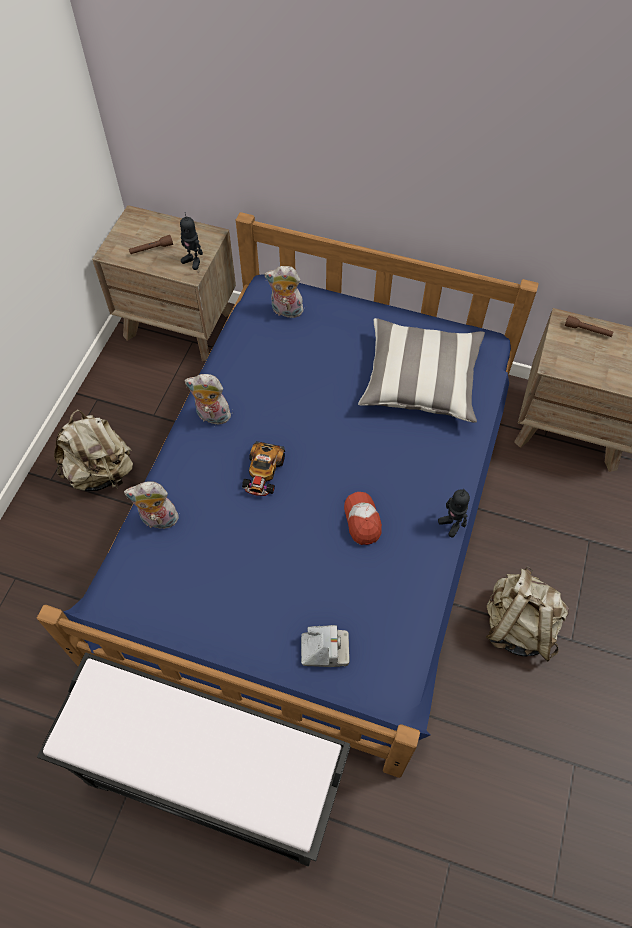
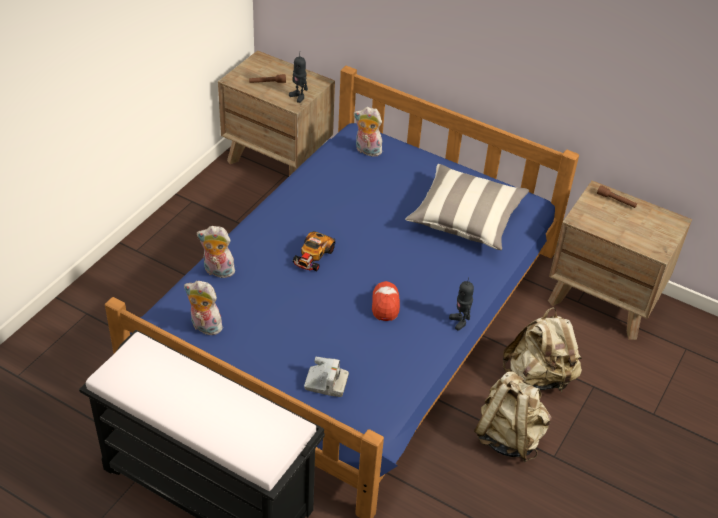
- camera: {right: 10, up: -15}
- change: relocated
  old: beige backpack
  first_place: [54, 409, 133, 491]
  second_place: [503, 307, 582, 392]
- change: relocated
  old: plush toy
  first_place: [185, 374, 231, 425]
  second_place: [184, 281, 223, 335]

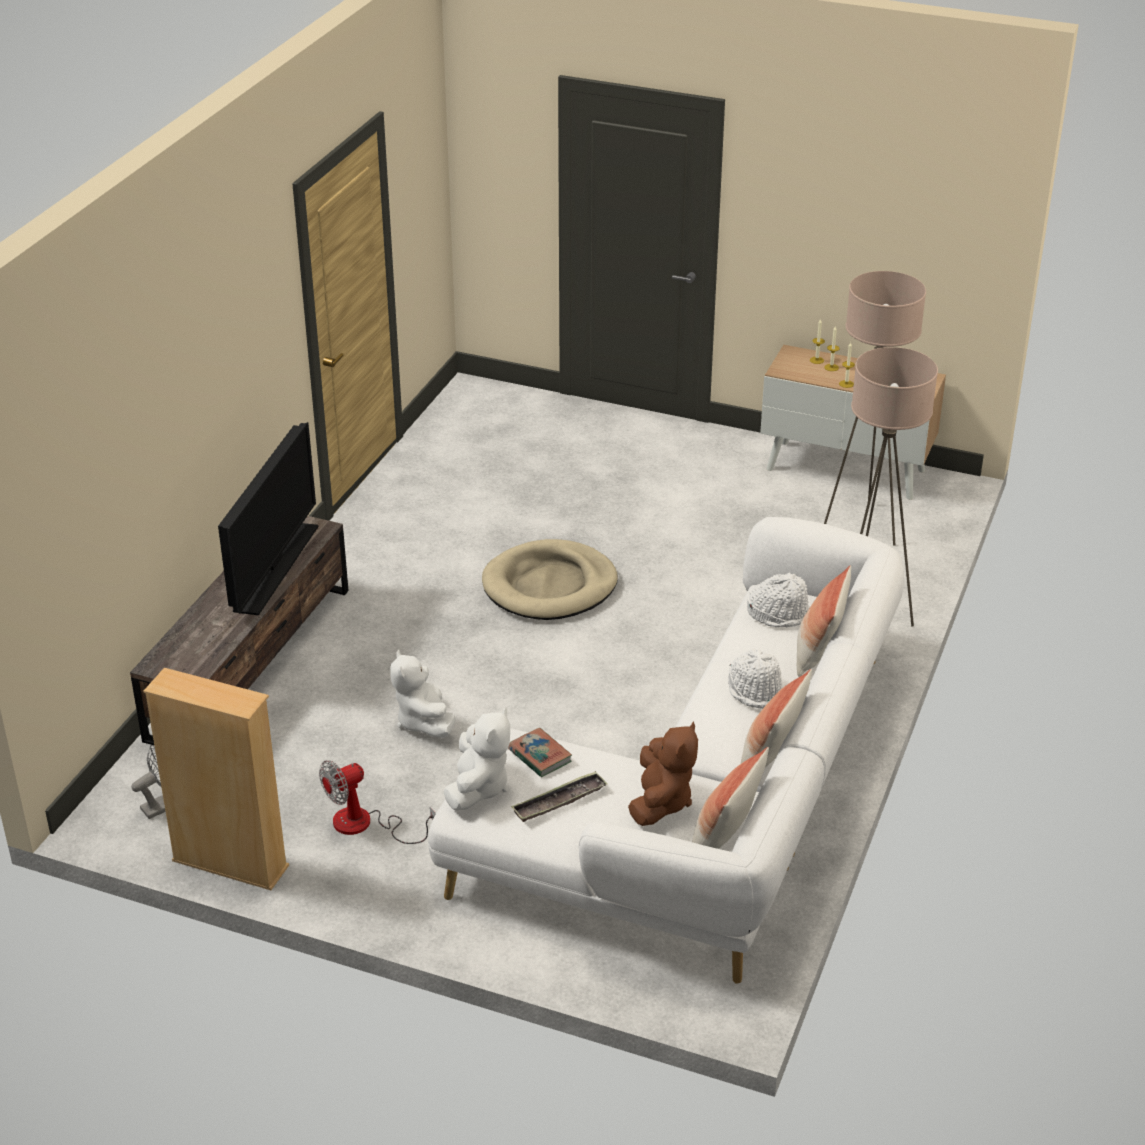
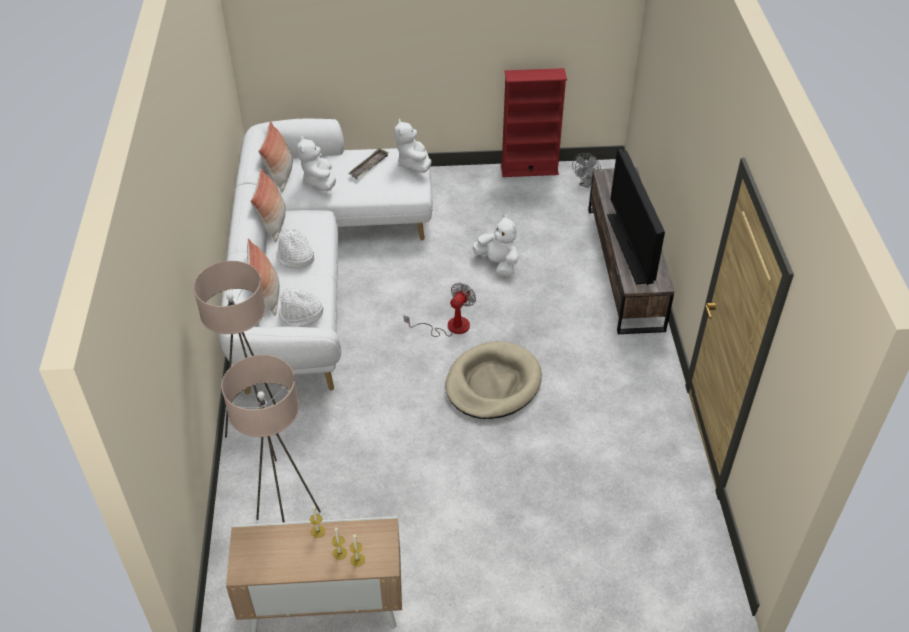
- camera: {right: 155, up: 10}
- change: missing
  old: book
  first_place: [508, 728, 572, 777]
- change: relocated
  old: fan
  first_place: [319, 760, 435, 844]
  second_place: [404, 283, 476, 337]
- change: colour
  old: beige bookcase
  new: red bookcase
  first_place: [143, 668, 289, 890]
  second_place: [501, 68, 567, 177]
- change: colour
  old: brown plush toy
  new: white plush toy
  first_place: [628, 721, 698, 826]
  second_place: [297, 136, 336, 191]

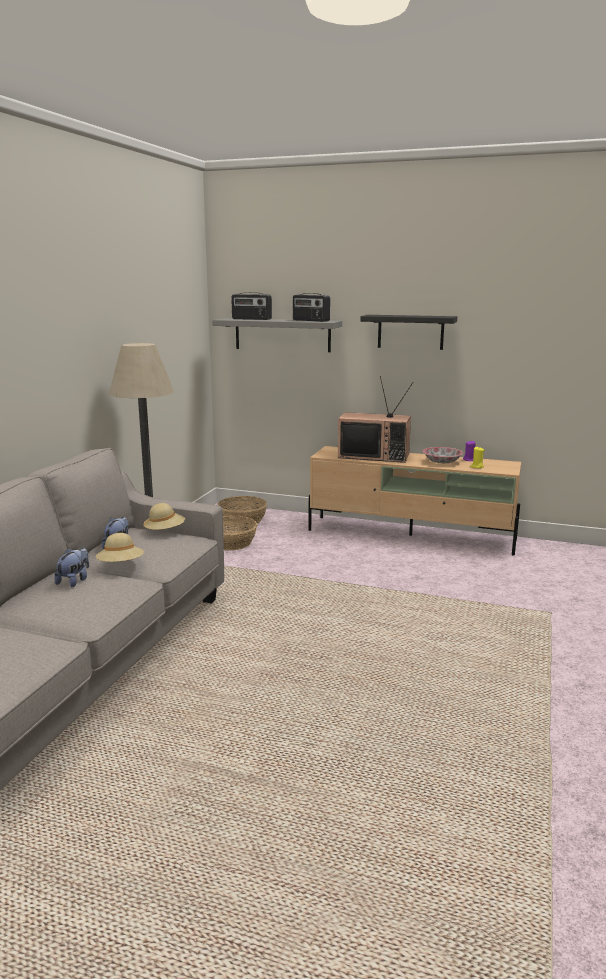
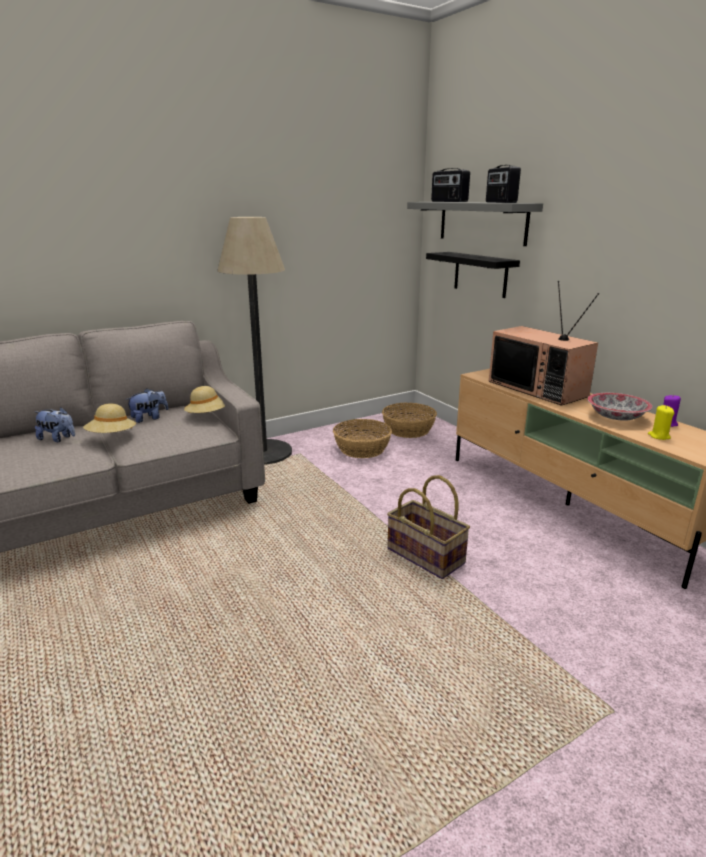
- camera: {right: 40, up: 5}
- change: appeared
  new: basket
  second_place: [387, 475, 470, 579]
- change: relocated
  old: black shelf
  first_place: [361, 315, 457, 350]
  second_place: [426, 252, 520, 298]
- change: spun
  old: plush toy
  first_place: [54, 548, 89, 587]
  second_place: [35, 407, 75, 442]
  degrees: 45

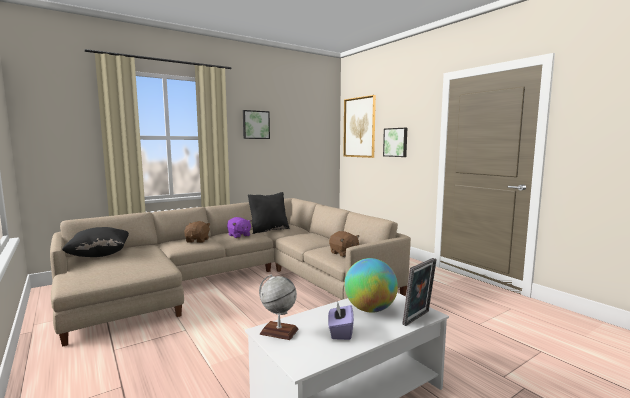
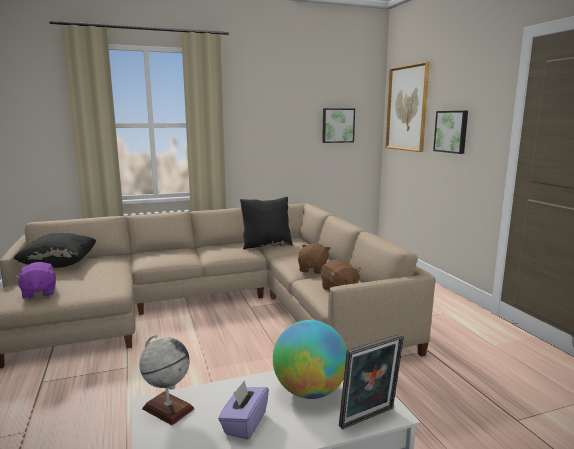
- camera: {right: 15, up: 5}
- change: relocated
  old: brown plush toy
  first_place: [184, 221, 210, 243]
  second_place: [298, 243, 331, 274]
- change: relocated
  old: purple plush toy
  first_place: [227, 217, 252, 238]
  second_place: [14, 262, 56, 299]
- change: relocated
  old: picture
  first_place: [243, 110, 270, 139]
  second_place: [322, 108, 355, 143]

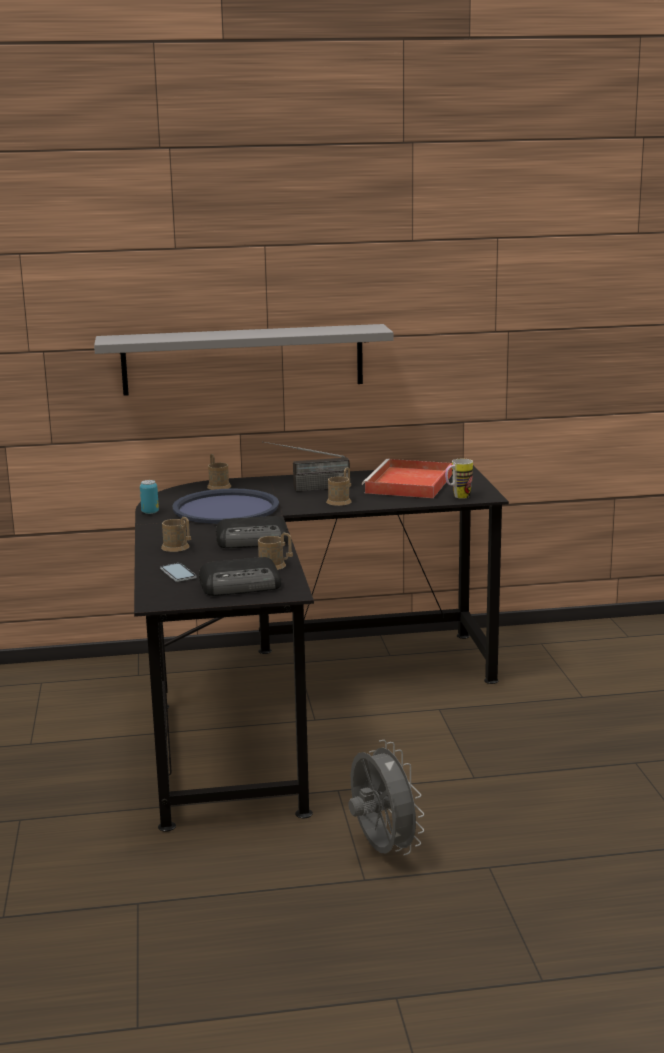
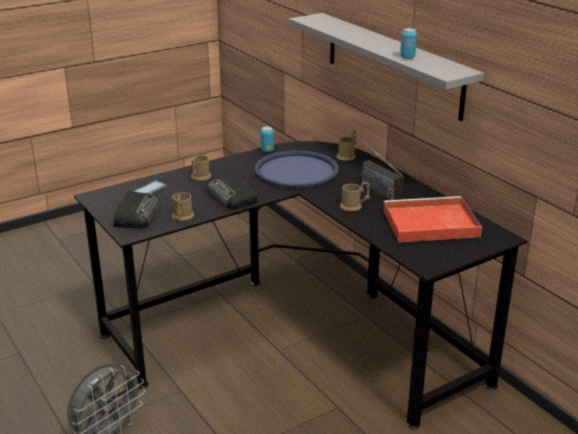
- camera: {right: 65, up: 10}
- change: missing
  old: mug
  first_place: [445, 459, 473, 499]
- change: appeared
  new: can
  second_place: [400, 28, 417, 59]
- change: spun
  old: radio
  first_place: [199, 557, 281, 596]
  second_place: [114, 191, 160, 228]
  degrees: -135

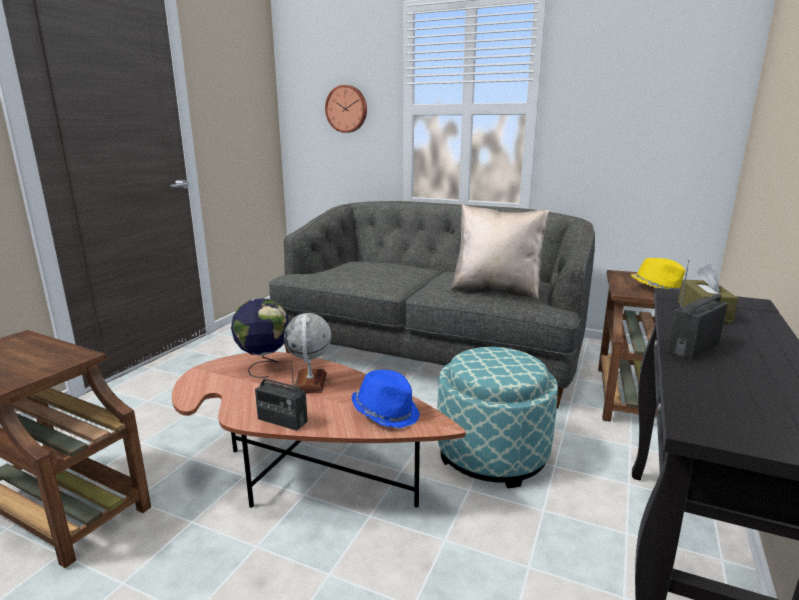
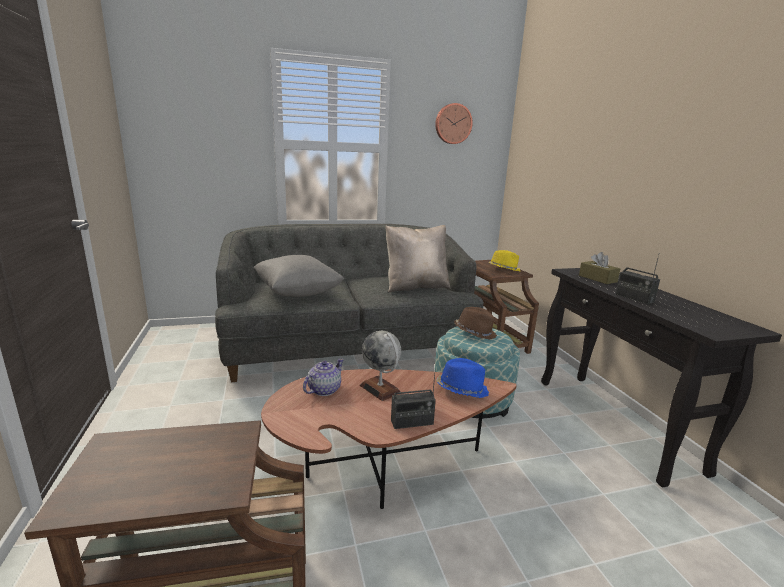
- camera: {right: -40, up: 0}
- change: appeared
  new: grey pillow
  second_place: [254, 255, 344, 297]
- change: appeared
  new: brown hat
  second_place: [454, 307, 497, 340]
- change: relocated
  old: wall clock
  first_place: [325, 85, 367, 133]
  second_place: [435, 103, 473, 144]
- change: exchanged
  old: globe
  new: teapot
  first_place: [231, 299, 289, 378]
  second_place: [303, 358, 344, 396]
- change: spun
  old: radio
  first_place: [667, 260, 727, 360]
  second_place: [615, 255, 660, 304]
  degrees: -45

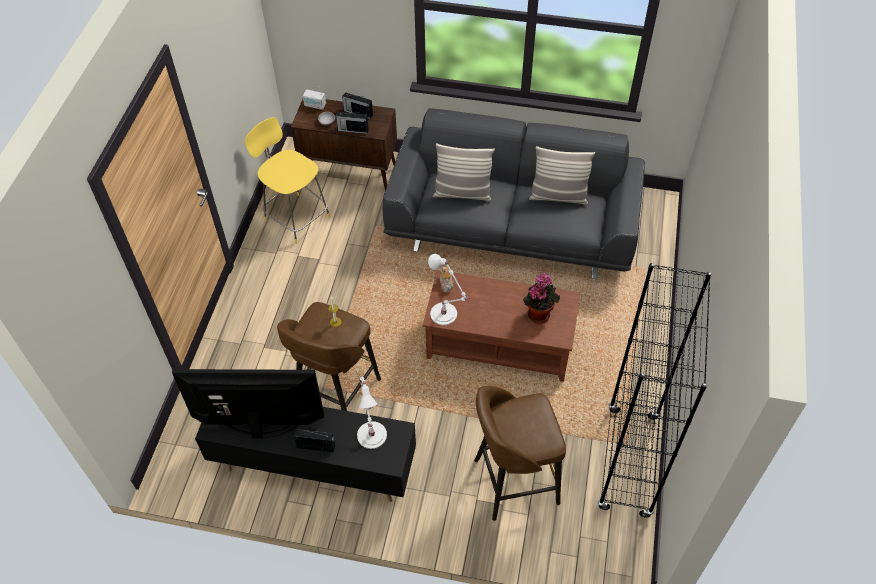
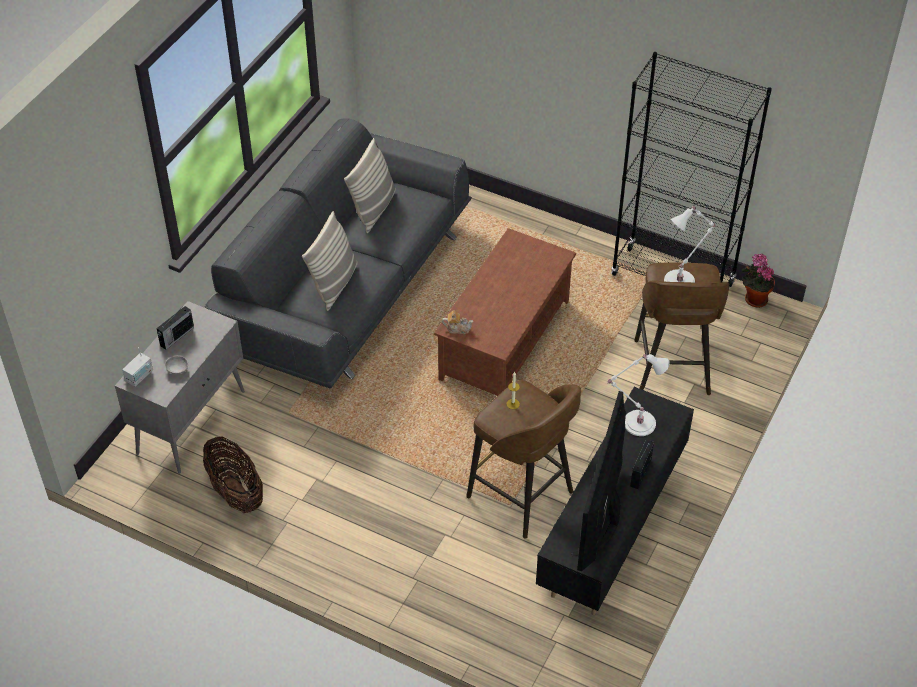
- camera: {right: -75, up: -5}
- change: missing
  old: radio
  first_place: [335, 112, 369, 134]
- change: relocated
  old: white table lamp
  first_place: [428, 254, 469, 325]
  second_place: [664, 205, 715, 282]
- change: relocated
  old: potted plant
  first_place: [523, 273, 560, 324]
  second_place: [742, 254, 775, 308]
- change: exchanged
  old: yellow stool
  new: basket
  first_place: [245, 117, 330, 244]
  second_place: [203, 436, 263, 513]
- change: colour
  old: brown cabinet
  new: grey cabinet
  first_place: [291, 99, 397, 191]
  second_place: [115, 301, 245, 474]

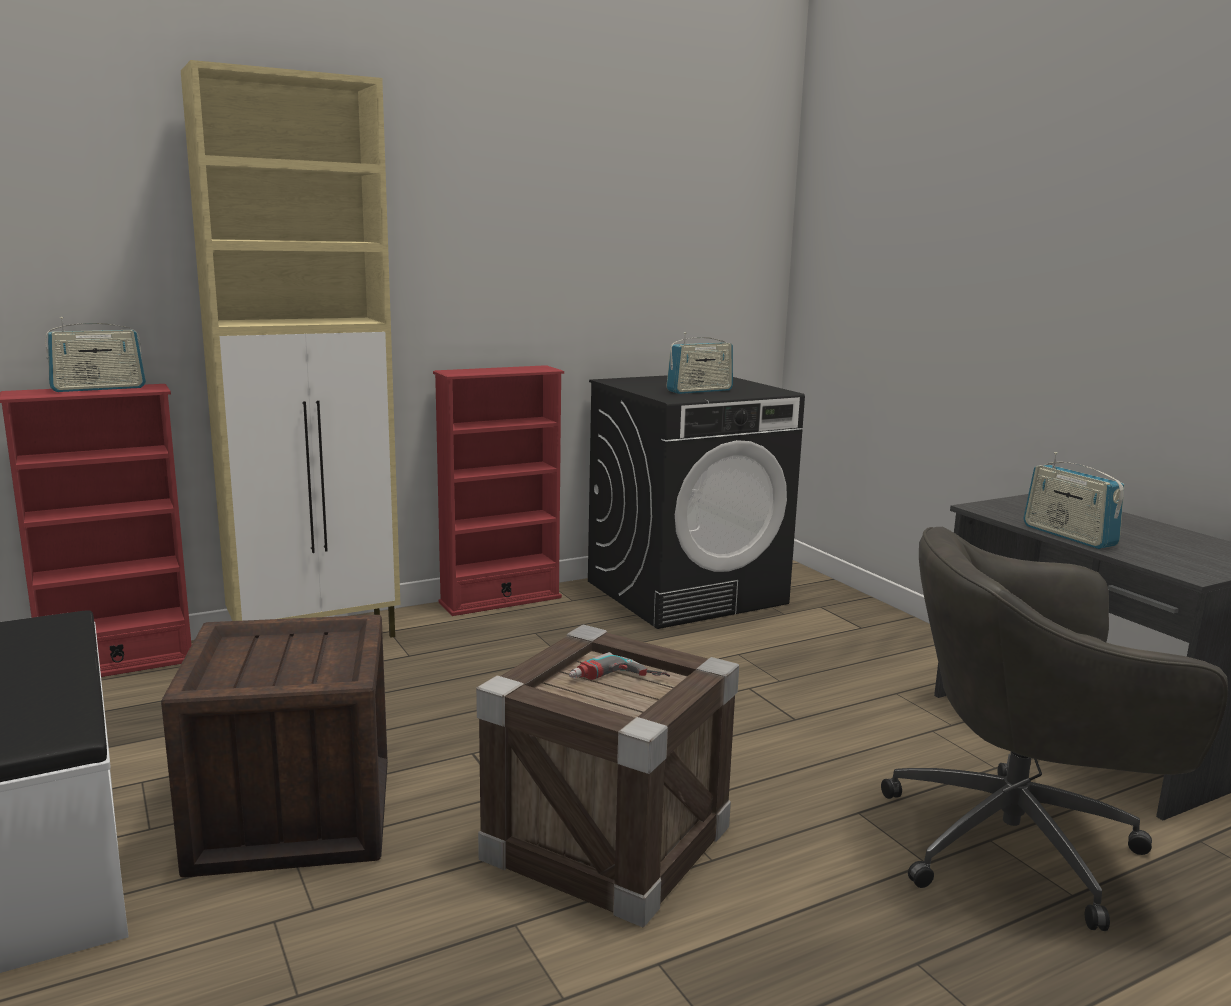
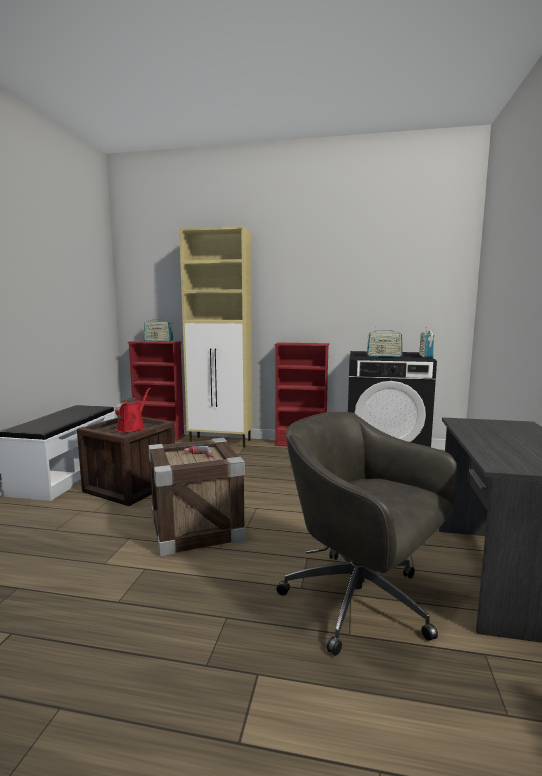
- camera: {right: 40, up: -5}
- change: appeared
  new: red watering can
  second_place: [115, 388, 151, 433]
- change: relocated
  old: radio
  first_place: [1024, 452, 1125, 549]
  second_place: [419, 327, 435, 358]

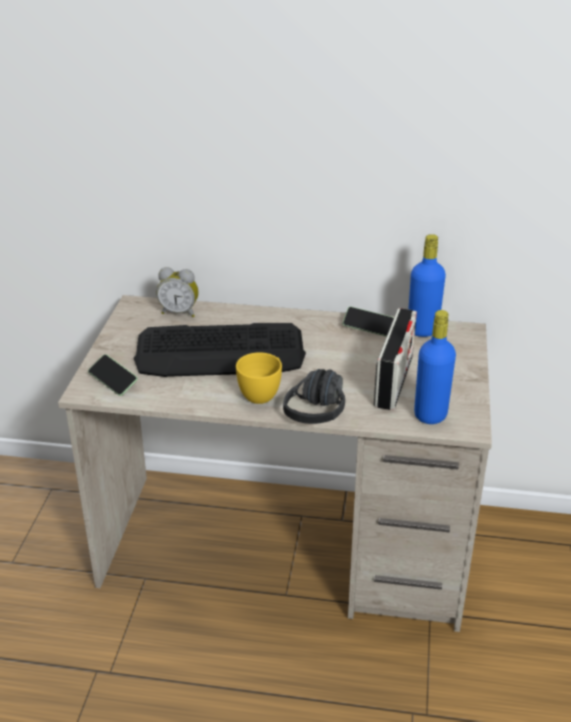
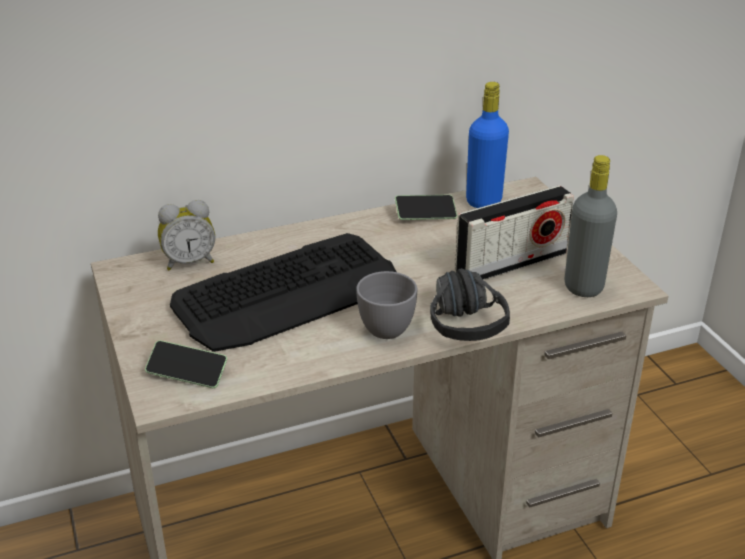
- camera: {right: -30, up: 0}
- change: colour
  old: yellow cup
  new: grey cup
  first_place: [236, 352, 282, 404]
  second_place: [356, 271, 417, 339]
- change: colour
  old: blue bottle
  new: grey bottle
  first_place: [414, 310, 456, 424]
  second_place: [565, 155, 617, 297]
- change: spun
  old: radio
  first_place: [374, 308, 417, 410]
  second_place: [455, 186, 574, 280]
  degrees: 75

